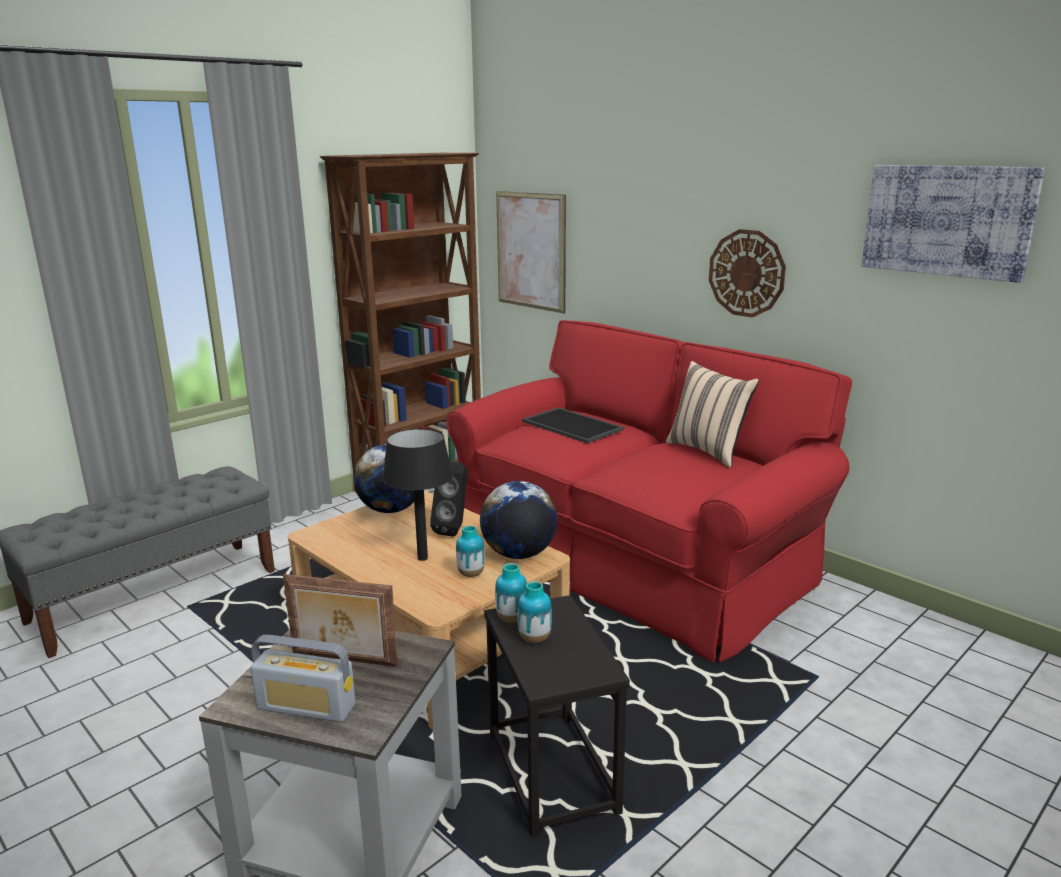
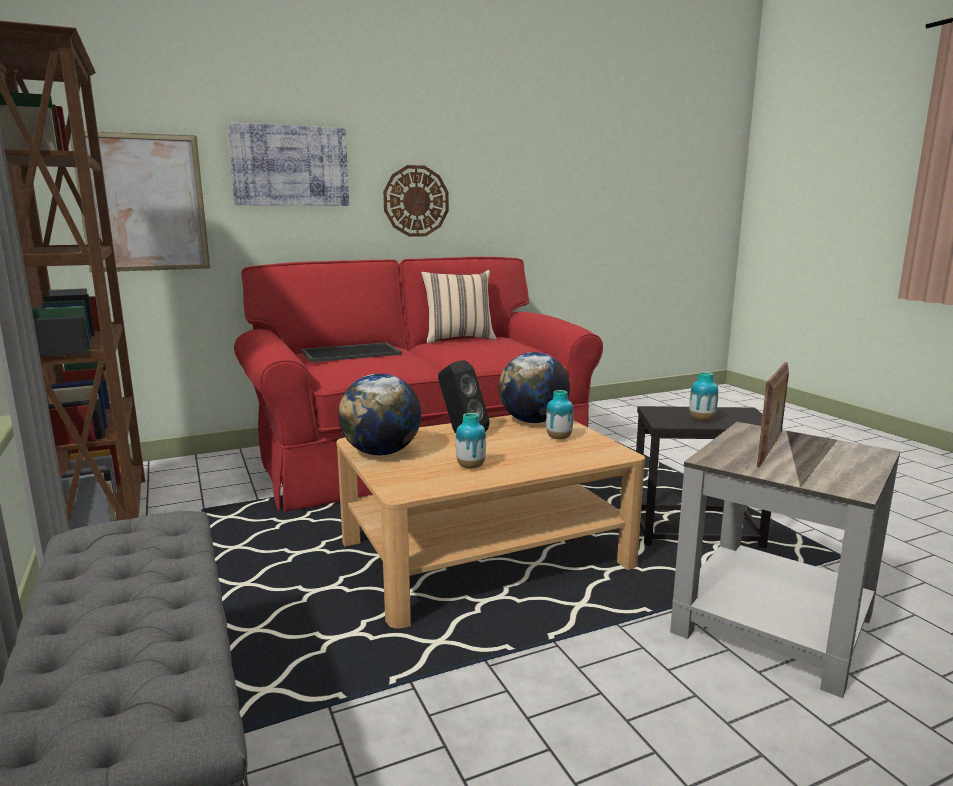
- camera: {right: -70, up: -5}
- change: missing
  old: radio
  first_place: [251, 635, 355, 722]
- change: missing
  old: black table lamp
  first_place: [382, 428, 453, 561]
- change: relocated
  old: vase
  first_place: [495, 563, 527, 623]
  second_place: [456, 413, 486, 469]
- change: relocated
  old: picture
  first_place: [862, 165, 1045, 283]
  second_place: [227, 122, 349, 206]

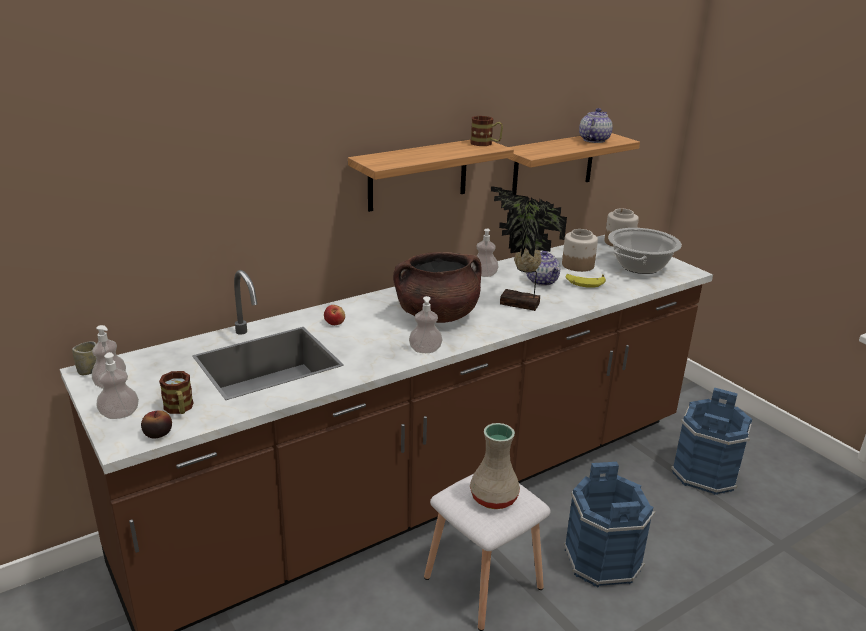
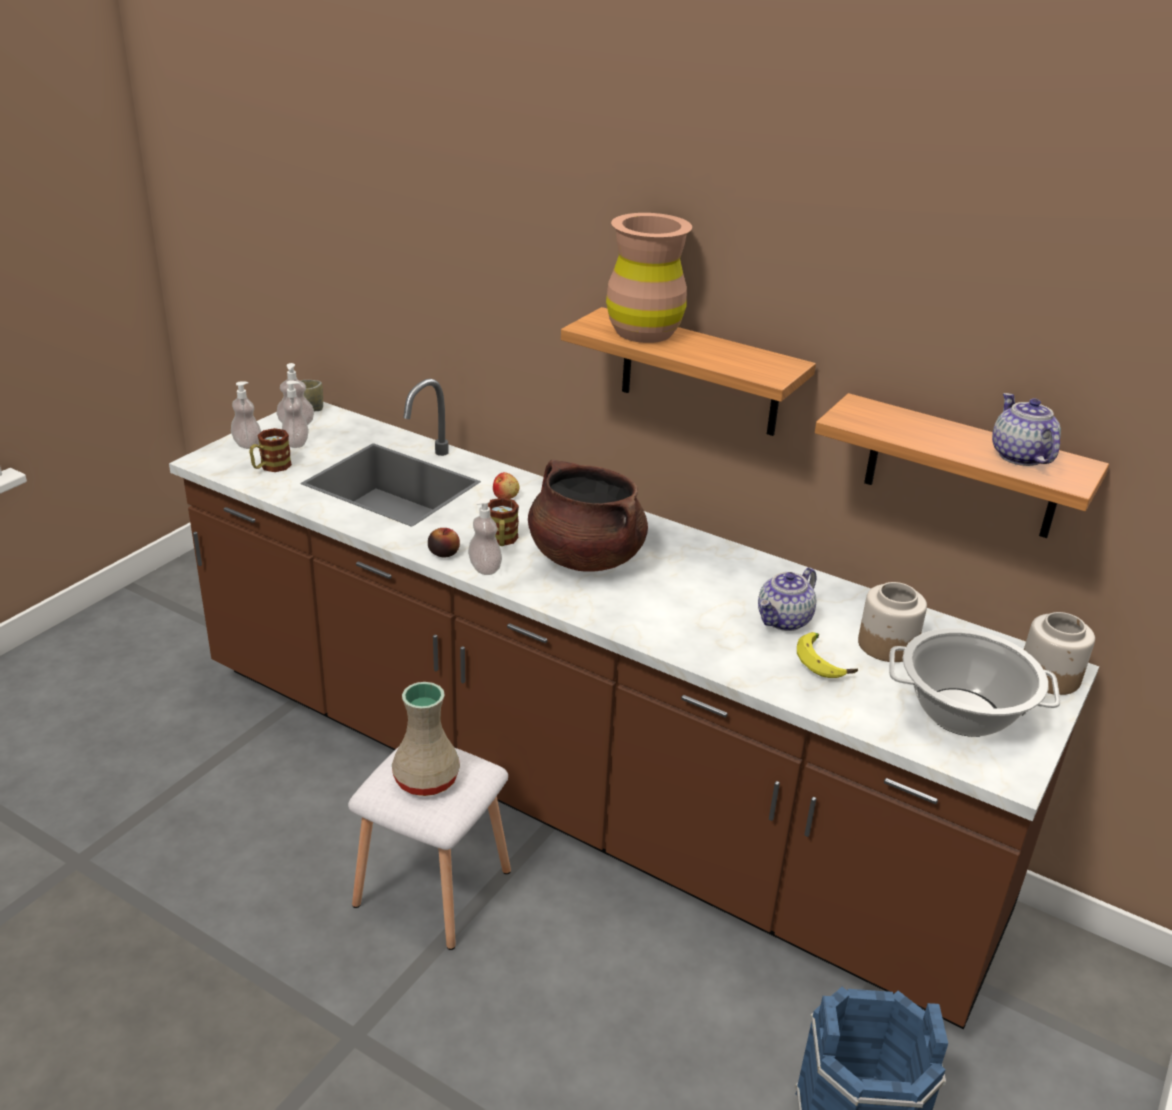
- camera: {right: 65, up: 5}
- change: missing
  old: potted plant
  first_place: [491, 186, 567, 311]
- change: missing
  old: blue bucket
  first_place: [564, 462, 655, 587]
- change: appeared
  new: brown vase
  second_place: [606, 213, 692, 343]
- change: relocated
  old: apple
  first_place: [141, 410, 172, 438]
  second_place: [428, 528, 460, 557]
- change: relocated
  old: mug
  first_place: [470, 116, 503, 146]
  second_place: [488, 498, 519, 546]
- change: relocated
  old: soap dispenser
  first_place: [471, 229, 499, 277]
  second_place: [282, 380, 309, 448]
- change: spun
  old: teapot
  first_place: [579, 108, 613, 143]
  second_place: [992, 393, 1061, 466]
  degrees: -105

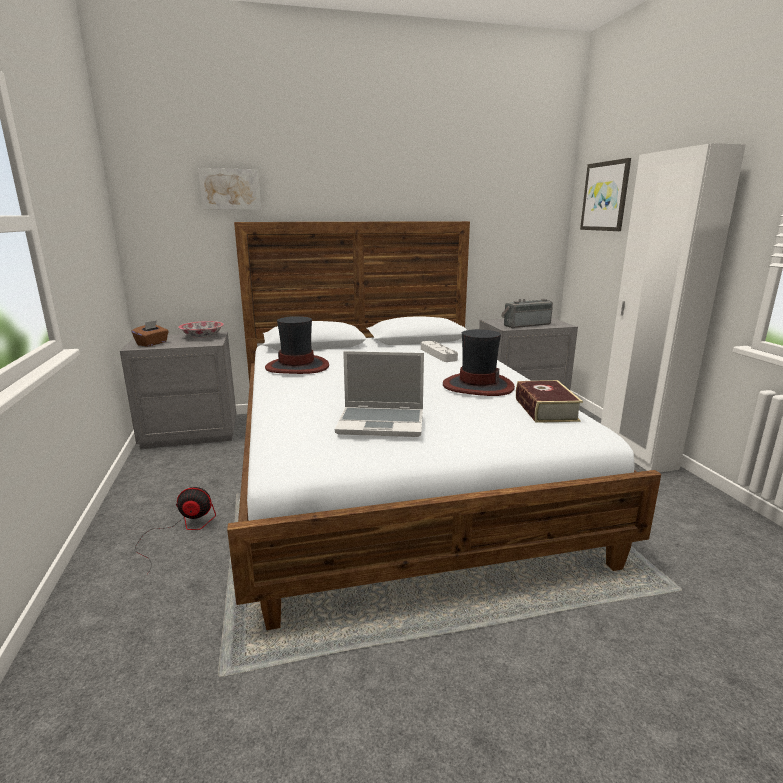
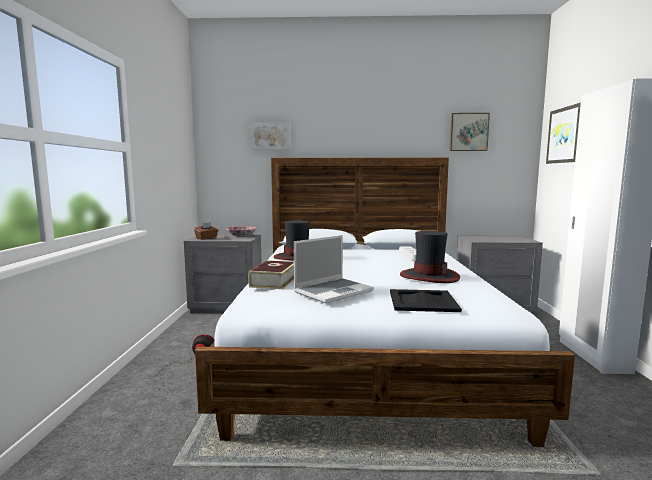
- camera: {right: 15, up: -10}
- change: missing
  old: radio
  first_place: [501, 299, 553, 328]
- change: appeared
  new: black tray
  second_place: [390, 289, 462, 312]
- change: appeared
  new: picture
  second_place: [449, 113, 490, 151]
- change: relocated
  old: book
  first_place: [516, 380, 583, 423]
  second_place: [248, 260, 294, 289]
- change: spun
  old: laptop
  first_place: [335, 351, 424, 437]
  second_place: [294, 235, 374, 304]
  degrees: -60

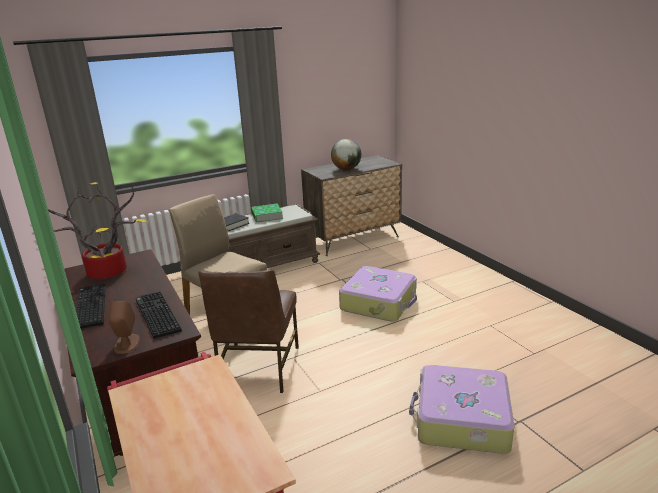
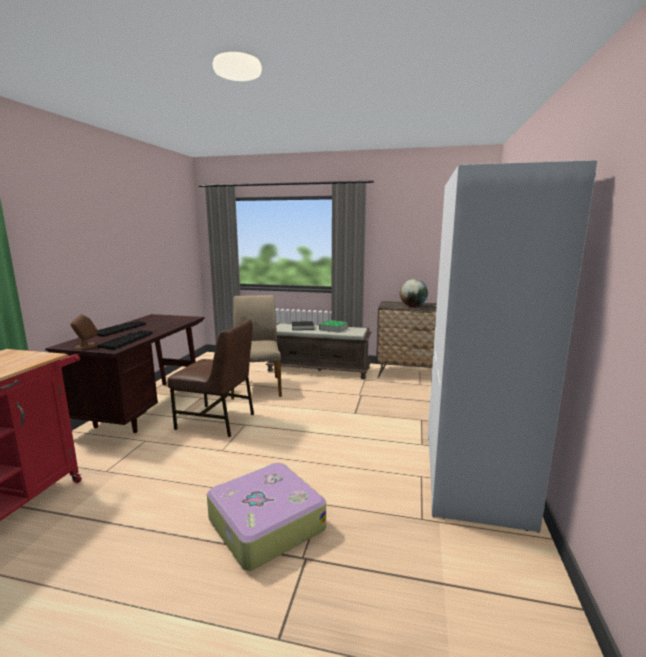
- camera: {right: 40, up: -10}
- change: missing
  old: potted plant
  first_place: [48, 182, 148, 279]
- change: missing
  old: suitcase
  first_place: [339, 266, 417, 322]
- change: appeared
  new: white wardrobe
  second_place: [428, 160, 598, 533]
- change: spun
  old: brown chair
  first_place: [198, 270, 299, 393]
  second_place: [167, 319, 254, 437]
  degrees: -120

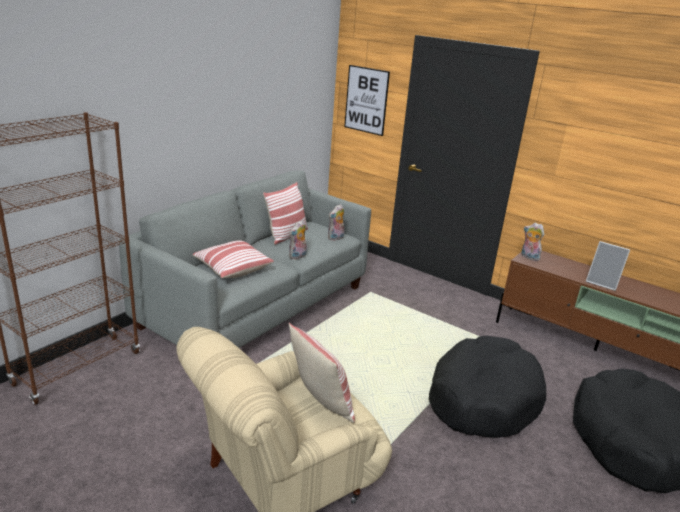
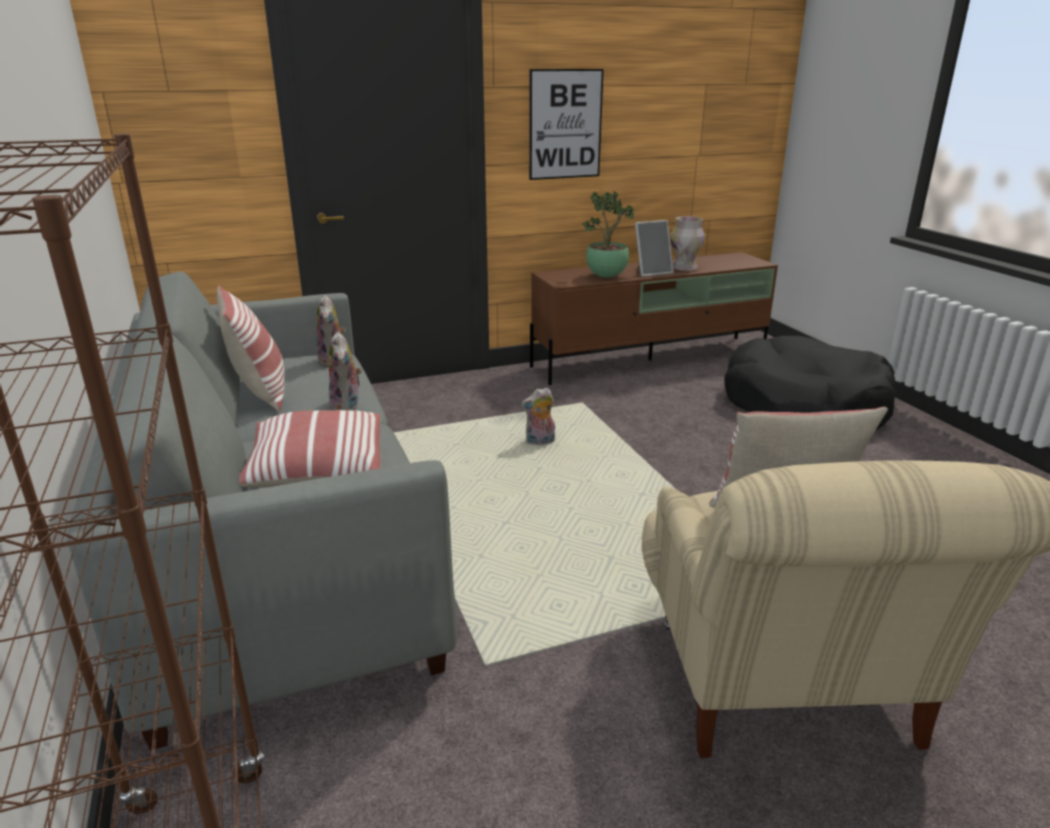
- camera: {right: -55, up: 0}
- change: missing
  old: black dog bed
  first_place: [429, 335, 546, 438]
- change: appeared
  new: potted plant
  second_place: [583, 191, 635, 278]
- change: appeared
  new: vase
  second_place: [670, 216, 705, 271]
- change: relocated
  old: picture
  first_place: [344, 65, 390, 136]
  second_place: [529, 69, 604, 180]
- change: relocated
  old: plush toy
  first_place: [521, 223, 544, 261]
  second_place: [521, 387, 555, 445]

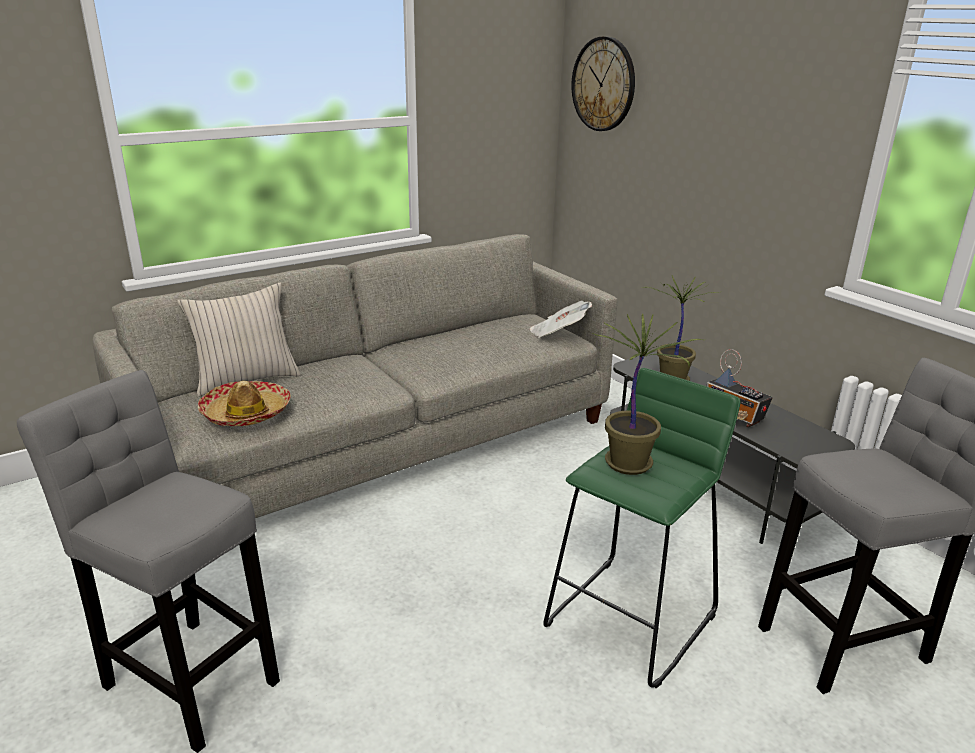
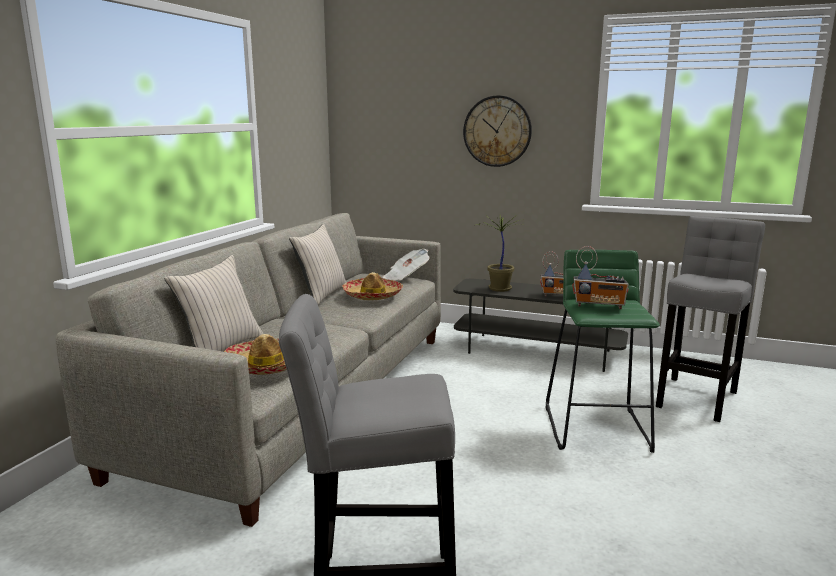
- camera: {right: -35, up: -10}
- change: appeared
  new: beige pillow
  second_place: [289, 224, 347, 305]
- change: appeared
  new: hat
  second_place: [342, 272, 403, 300]
- change: relocated
  old: wall clock
  first_place: [571, 36, 635, 131]
  second_place: [463, 95, 532, 167]
- change: exchanged
  old: potted plant
  new: radio
  first_place: [593, 314, 702, 475]
  second_place: [572, 246, 629, 309]

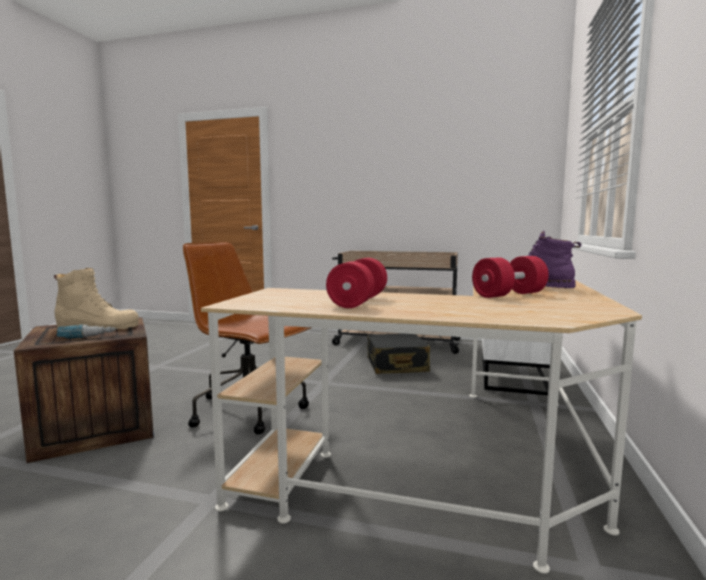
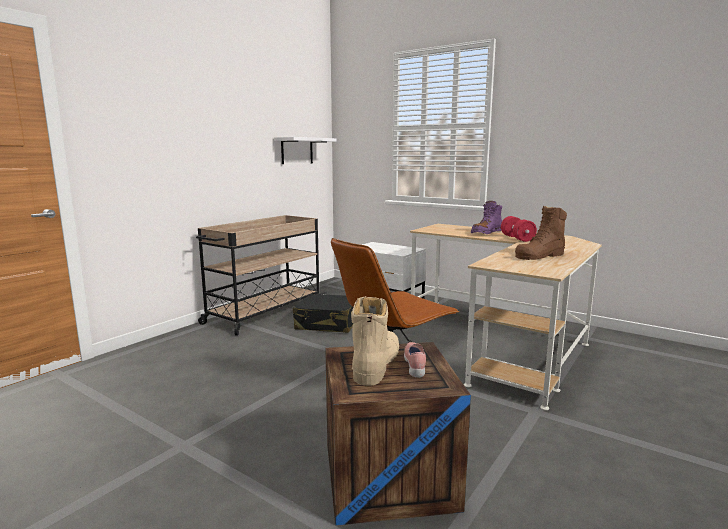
- camera: {right: -70, up: 5}
- change: appeared
  new: white shelf
  second_place: [274, 137, 337, 164]
- change: exchanged
  old: power drill
  new: pink shoe
  first_place: [57, 324, 117, 339]
  second_place: [404, 342, 426, 378]
- change: exchanged
  old: red dumbbell
  new: brown boot
  first_place: [326, 258, 387, 308]
  second_place: [515, 206, 567, 260]

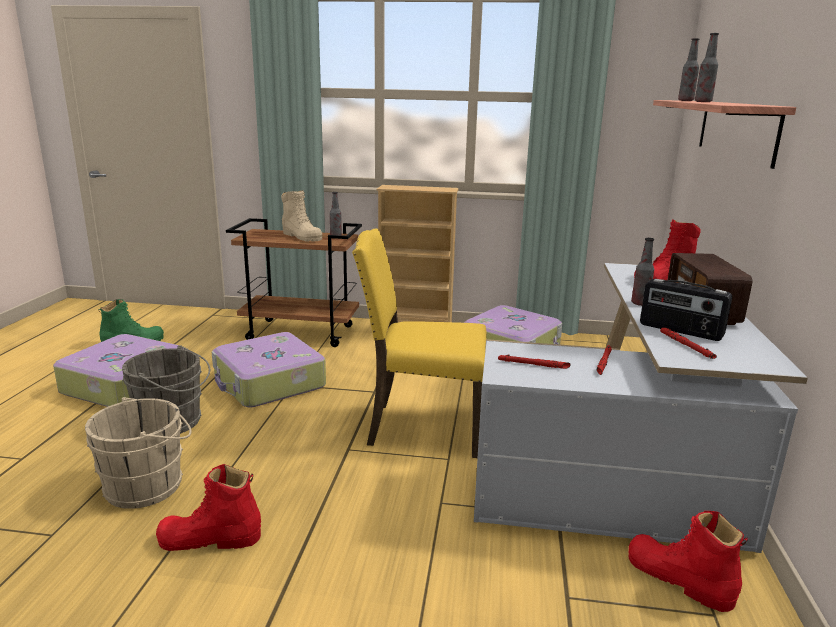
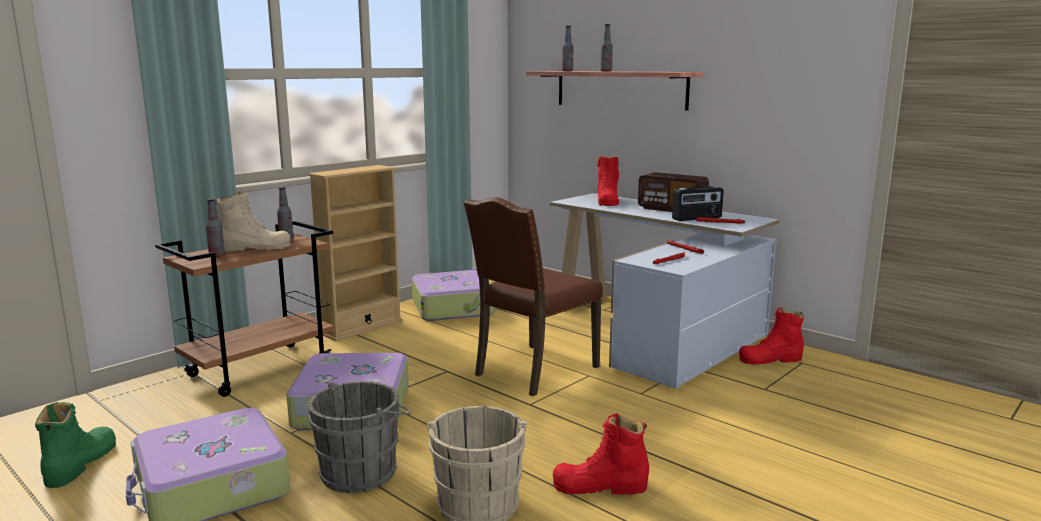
- camera: {right: -55, up: -5}
- change: relocated
  old: bottle
  first_place: [631, 238, 654, 306]
  second_place: [206, 199, 225, 257]
- change: colour
  old: yellow chair
  new: brown chair
  first_place: [352, 229, 487, 458]
  second_place: [464, 197, 603, 396]
- change: spun
  old: red boot
  first_place: [156, 464, 261, 551]
  second_place: [553, 413, 649, 495]
  degrees: 60

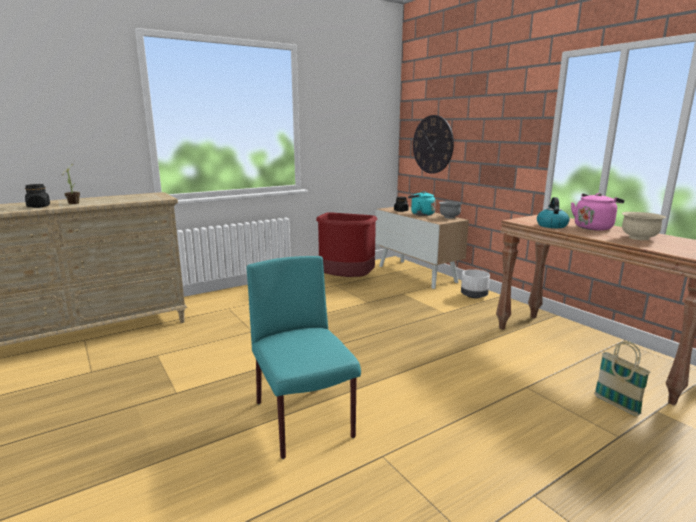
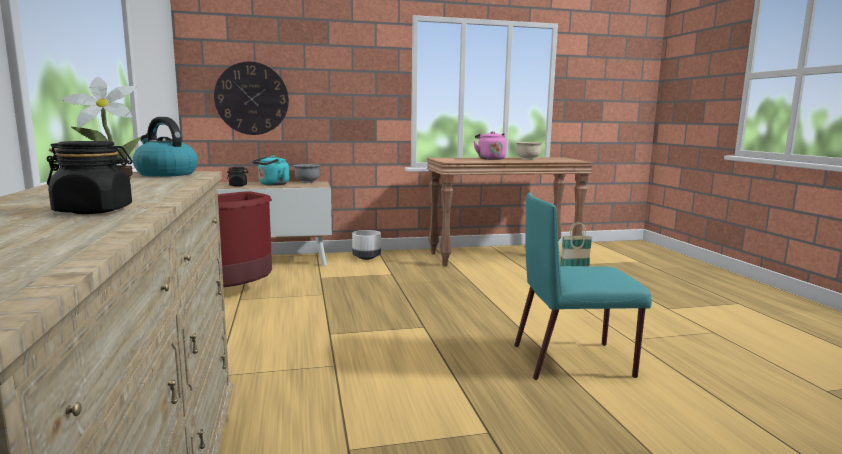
- camera: {right: -70, up: -5}
- change: relocated
  old: kettle
  first_place: [537, 197, 570, 228]
  second_place: [132, 117, 198, 177]

